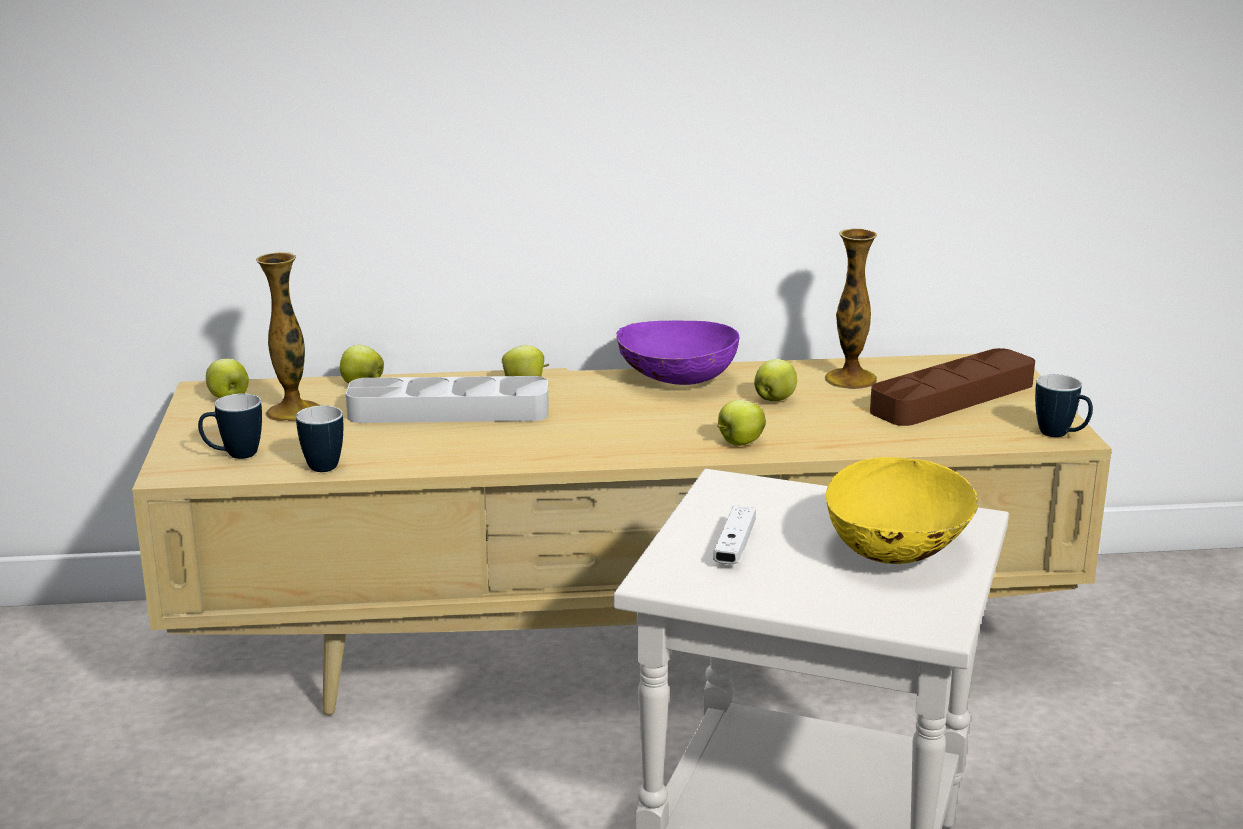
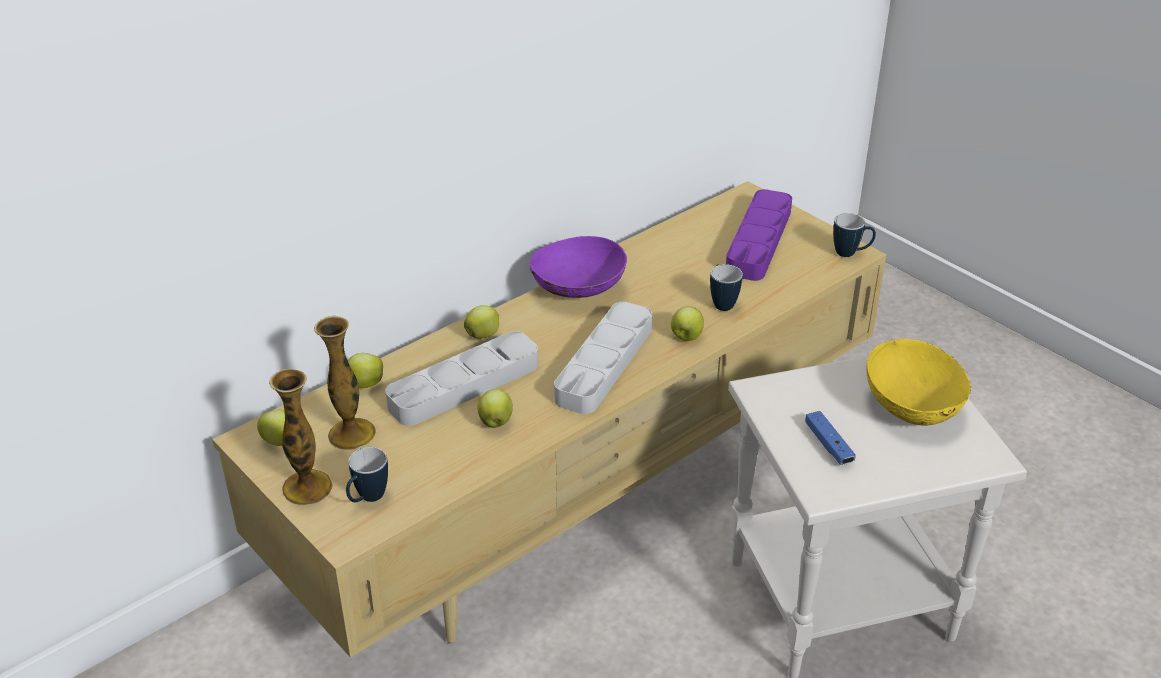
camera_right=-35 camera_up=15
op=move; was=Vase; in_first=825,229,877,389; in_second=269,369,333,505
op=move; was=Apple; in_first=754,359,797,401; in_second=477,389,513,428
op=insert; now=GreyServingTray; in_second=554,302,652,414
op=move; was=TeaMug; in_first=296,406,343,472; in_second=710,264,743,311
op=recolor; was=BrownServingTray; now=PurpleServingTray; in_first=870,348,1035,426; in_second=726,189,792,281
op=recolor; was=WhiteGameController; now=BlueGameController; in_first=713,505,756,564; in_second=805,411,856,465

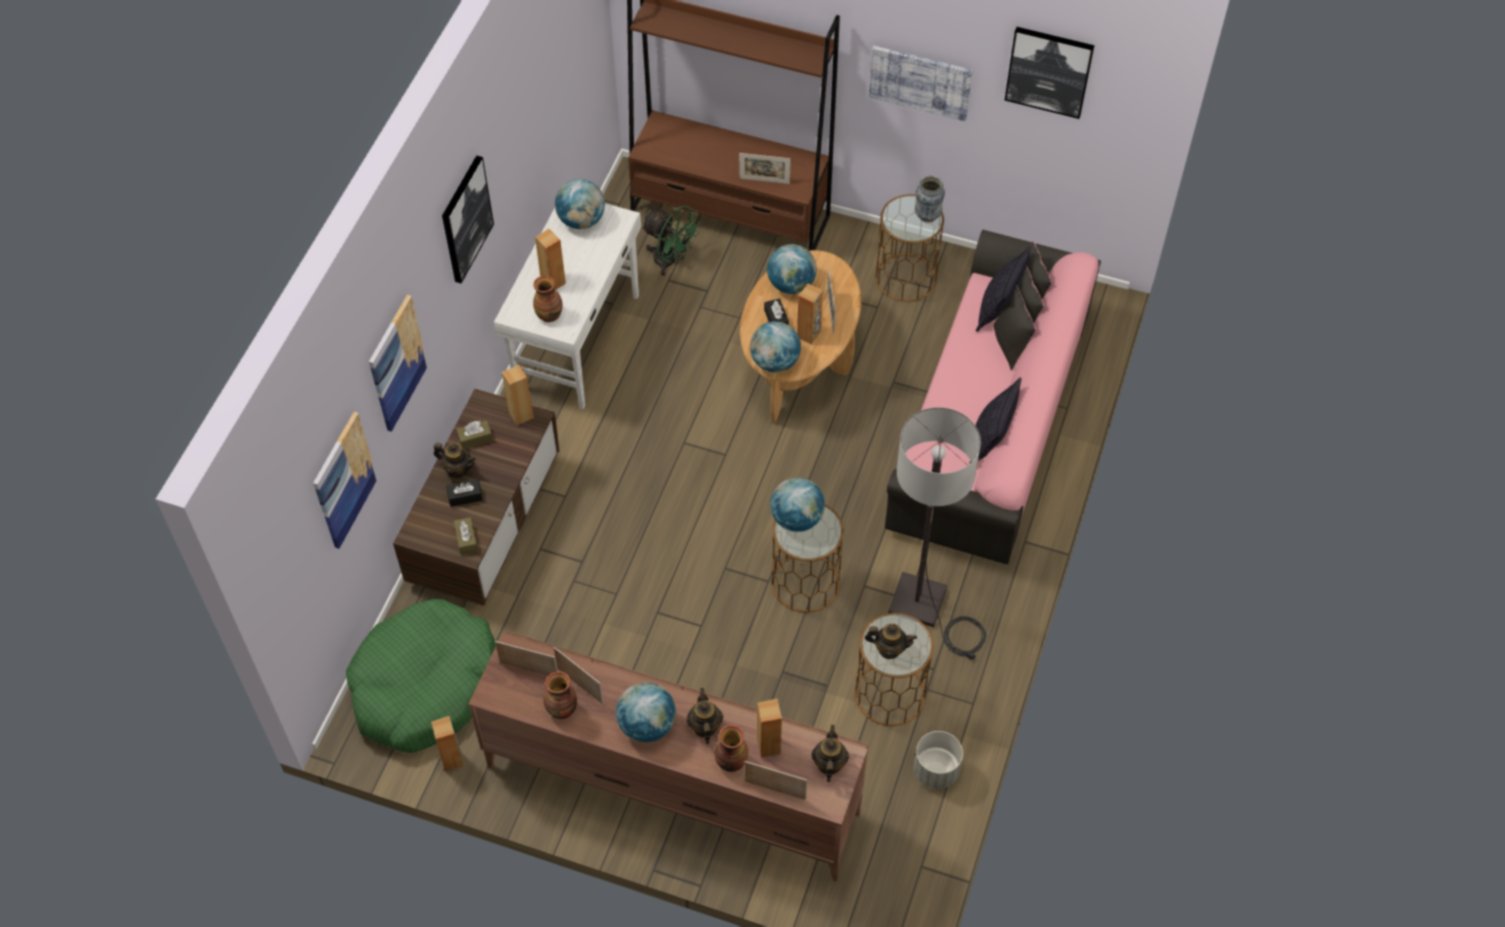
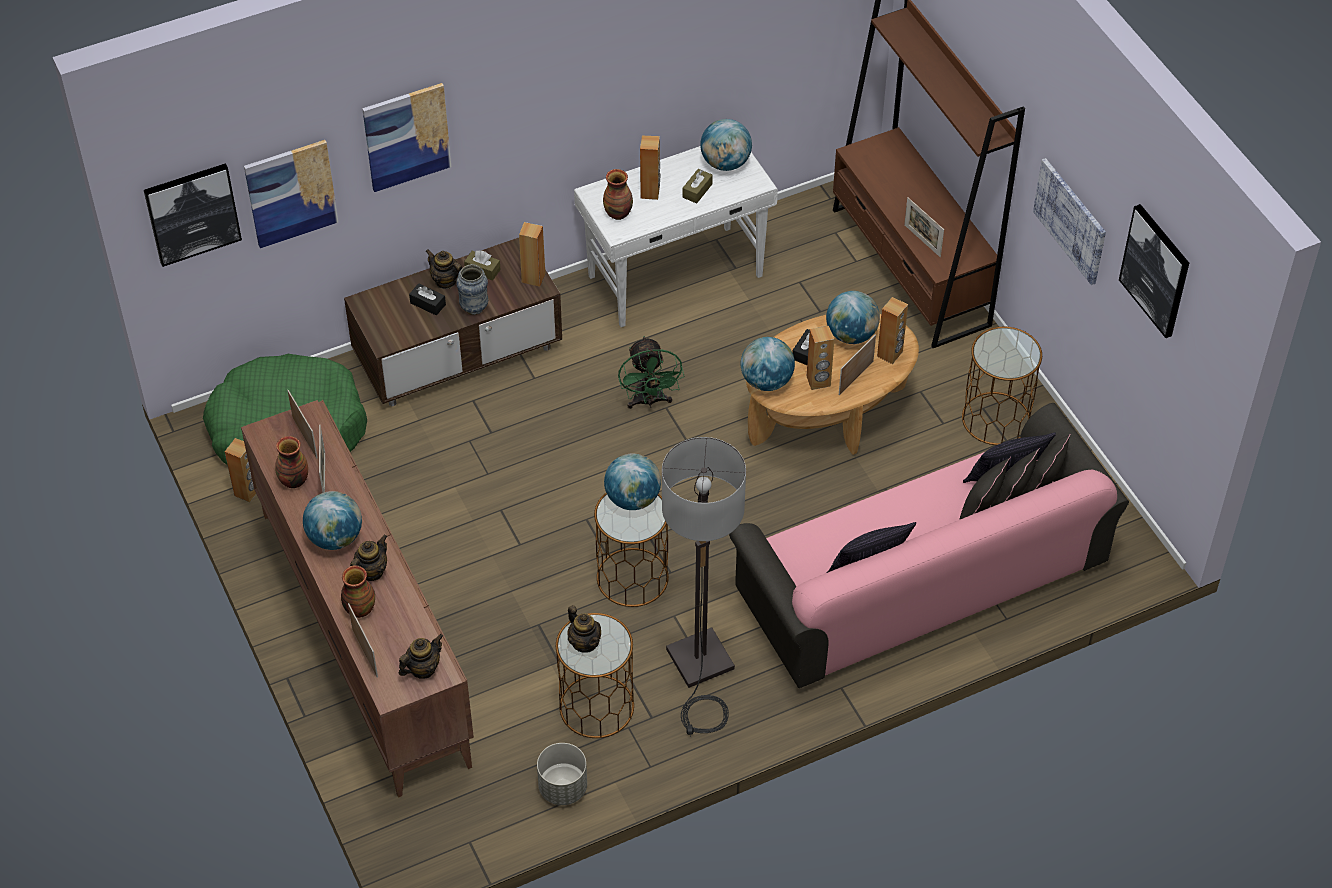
camera_right=45 camera_up=-5
op=move; was=WallPicture; in_first=442,155,494,284; in_second=144,163,242,267
op=rotate; was=Teapot; in_first=434,443,476,478; in_second=425,250,462,289; clockwise=150
op=move; was=Vase; in_first=915,176,945,223; in_second=456,264,488,315
op=move; was=GreenColouredElectricFan; in_first=641,205,701,276; in_second=618,336,684,409
op=move; was=BrownTissueBox; in_first=454,517,478,555; in_second=682,169,713,203
op=move; was=BrownAudioSpeaker; in_first=757,699,782,757; in_second=877,297,908,364

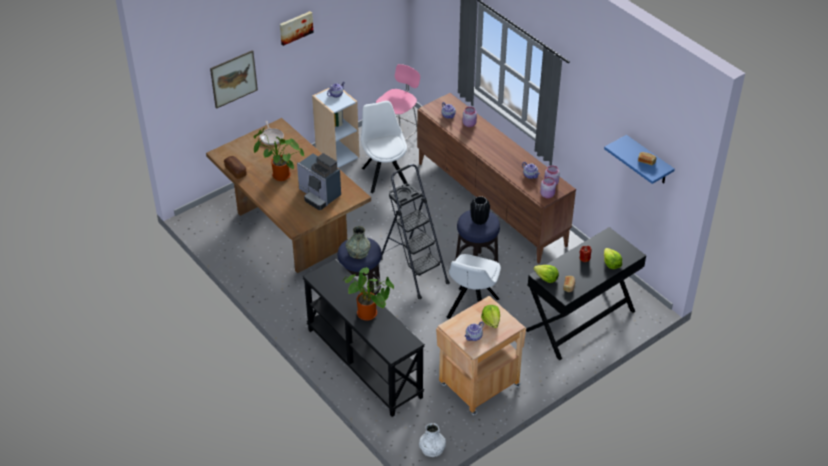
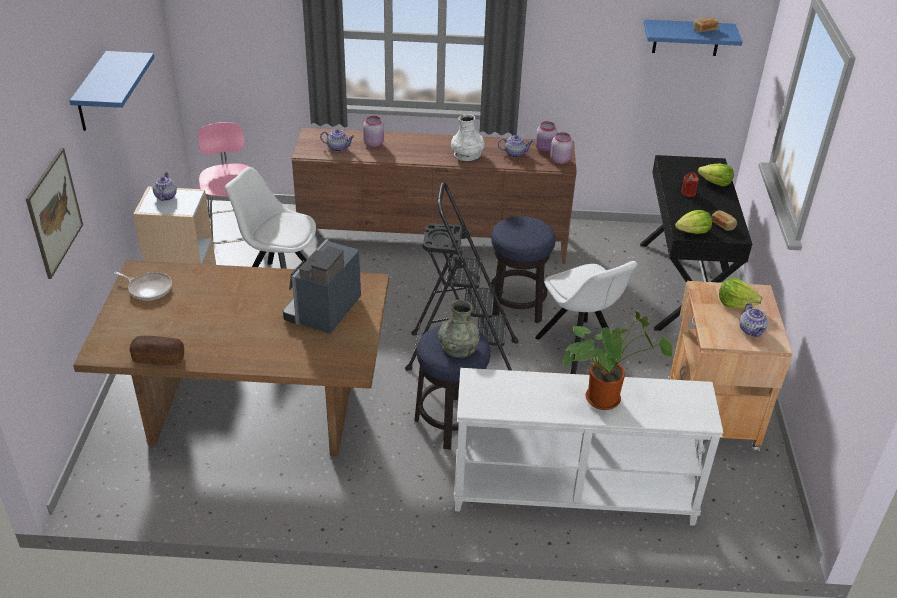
camera_right=-50 camera_up=-5
op=replace; was=WallPicture; now=BlueBracketShelf; in_first=280,11,314,46; in_second=69,51,155,131
op=rotate; was=CoffeeMachine; in_first=297,153,341,210; in_second=283,239,361,334; clockwise=120
op=move; was=WhiteVase; in_first=419,423,446,457; in_second=451,114,485,161
op=recolor; was=BlackHallTable; now=WhiteHallTable; in_first=303,259,425,417; in_second=453,368,724,526
op=delete; was=PottedPlant; in_first=254,128,304,181
op=delete; was=BlackVase; in_first=470,196,490,225

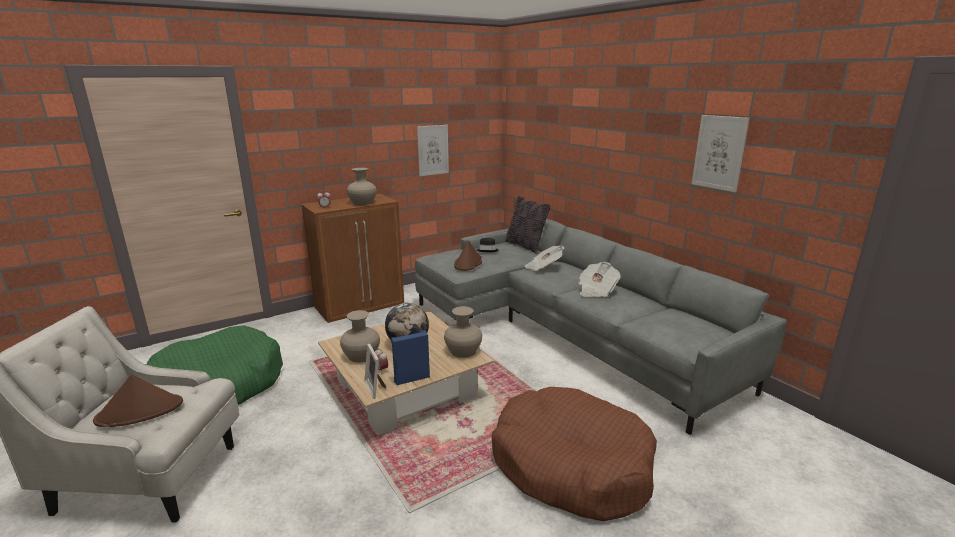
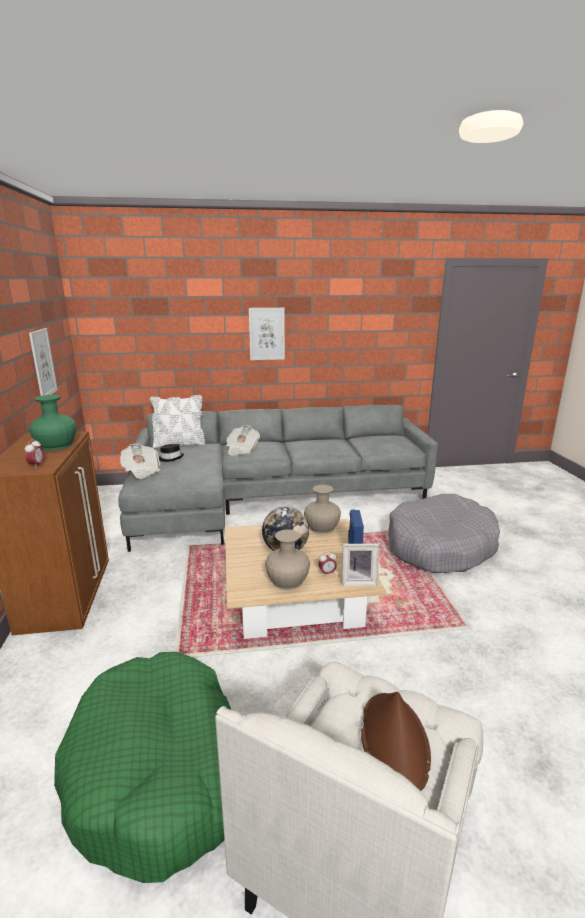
camera_right=-65 camera_up=0
op=recolor; was=BeigeColouredVase; now=GreenColouredVase; in_first=347,168,377,205; in_second=29,395,77,451
op=move; was=PrintedPaper; in_first=578,262,621,297; in_second=120,444,160,479
op=recolor; was=BlackThrowPillow; now=WhiteThrowPillow; in_first=505,196,551,253; in_second=149,395,205,448
op=move; was=WallPicture; in_first=692,115,750,192; in_second=249,308,285,360
op=recolor; was=BrownDogCushion; now=GreyDogCushion; in_first=492,387,657,521; in_second=388,494,500,573
op=delete; was=BrownHat; in_first=454,240,482,271

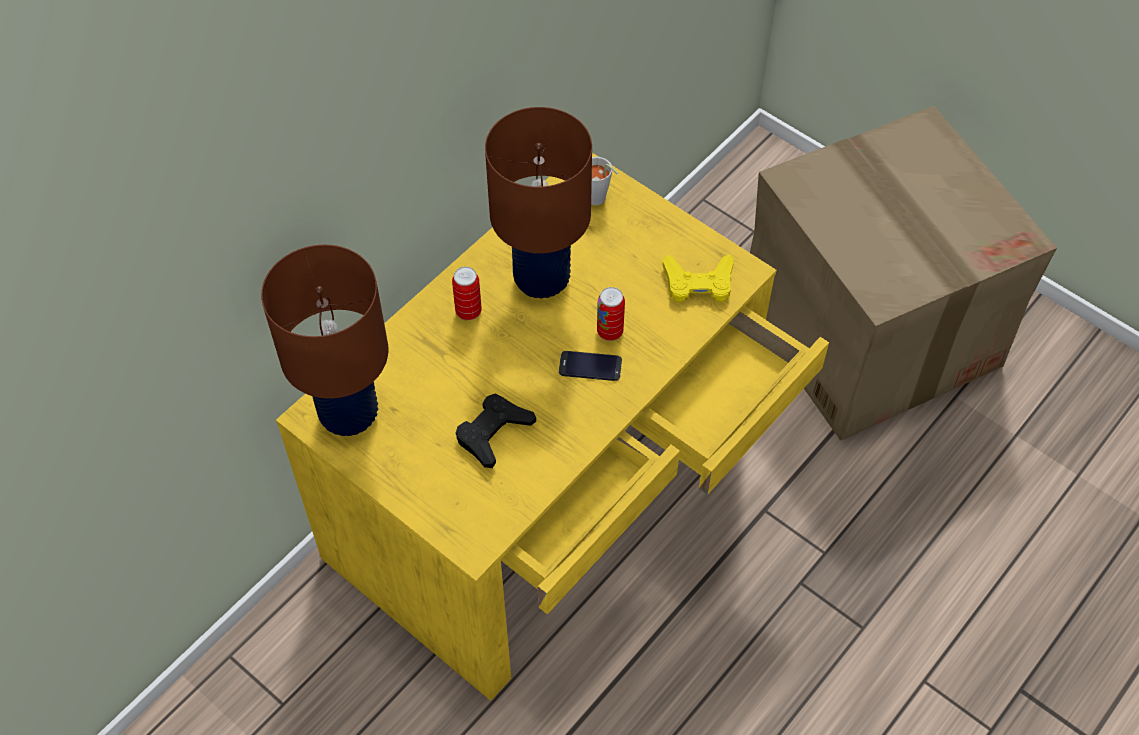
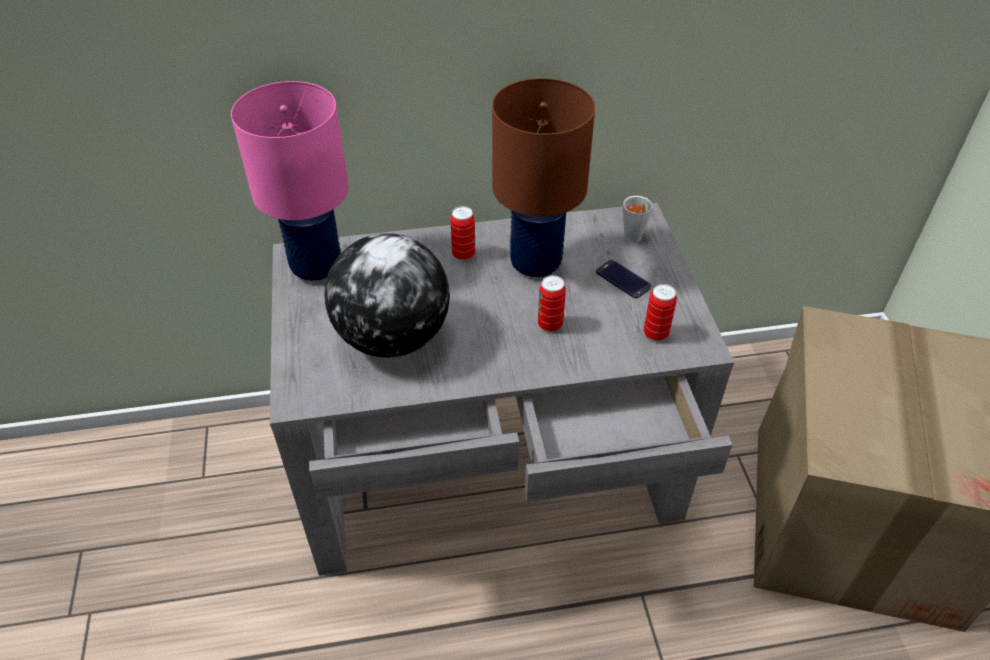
camera_right=40 camera_up=-10
op=recolor; was=BrownLampForATable; now=PinkishLampForATable; in_first=261,245,388,436; in_second=231,81,349,281
op=recolor; was=YellowColouredDeskTable; now=GreyDeskTable; in_first=276,153,829,701; in_second=270,203,734,576
op=replace; was=BlackGameController; now=Globe; in_first=456,394,536,468; in_second=325,233,450,358
op=move; was=Handset; in_first=559,351,622,381; in_second=596,260,651,298
op=replace; was=YellowColouredGameController; now=MetalCan; in_first=662,254,734,303; in_second=644,284,677,341

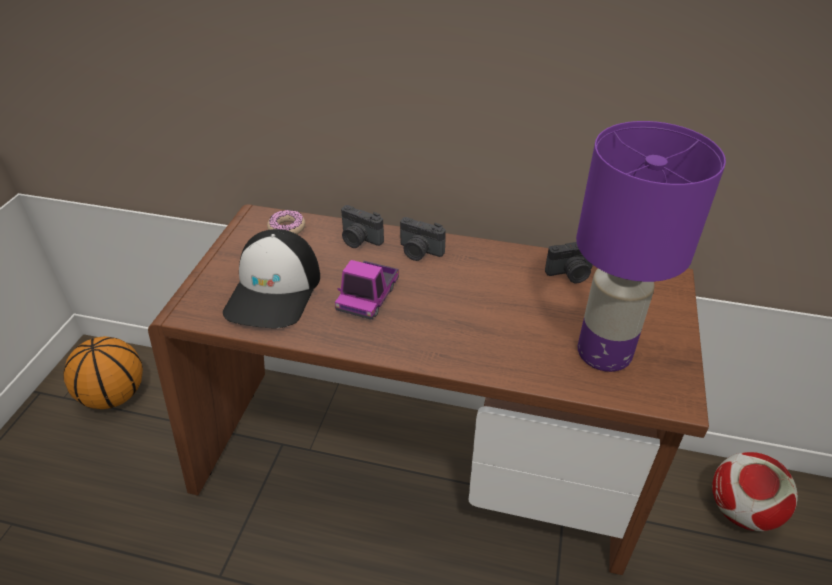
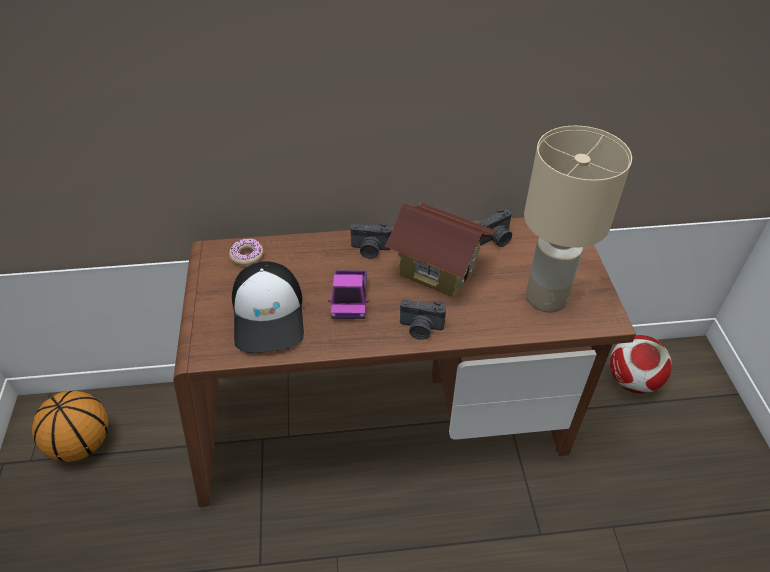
camera_right=-20 camera_up=5
op=insert; now=MiniatureHouse; in_second=384,203,496,297
op=move; was=StillCamera; in_first=341,205,384,248; in_second=400,299,446,340
op=recolor; was=PurpleLampForATable; now=BeigeColouredLampForATable; in_first=576,121,726,372; in_second=524,126,632,313

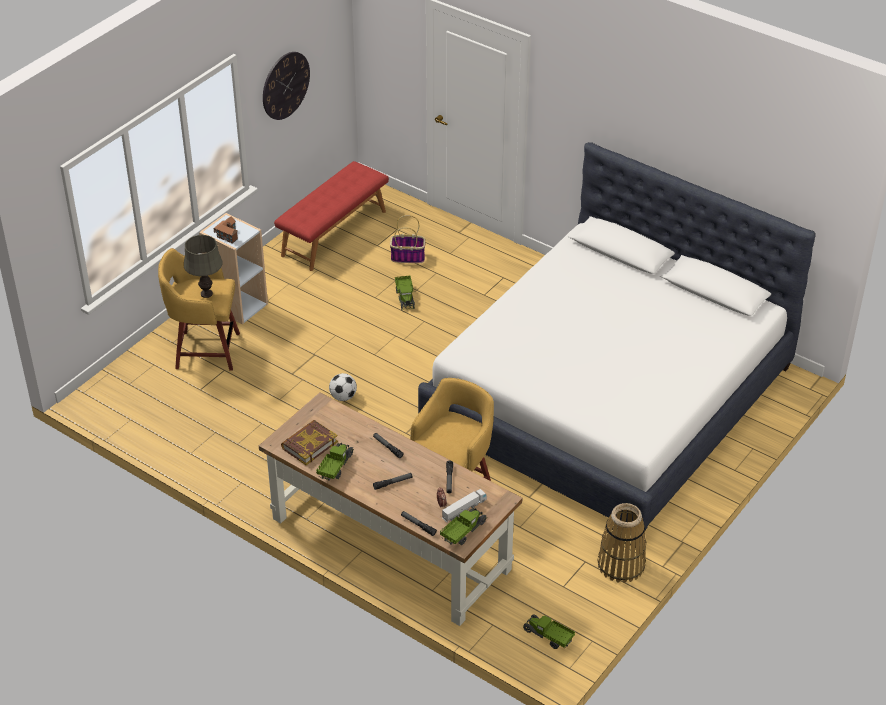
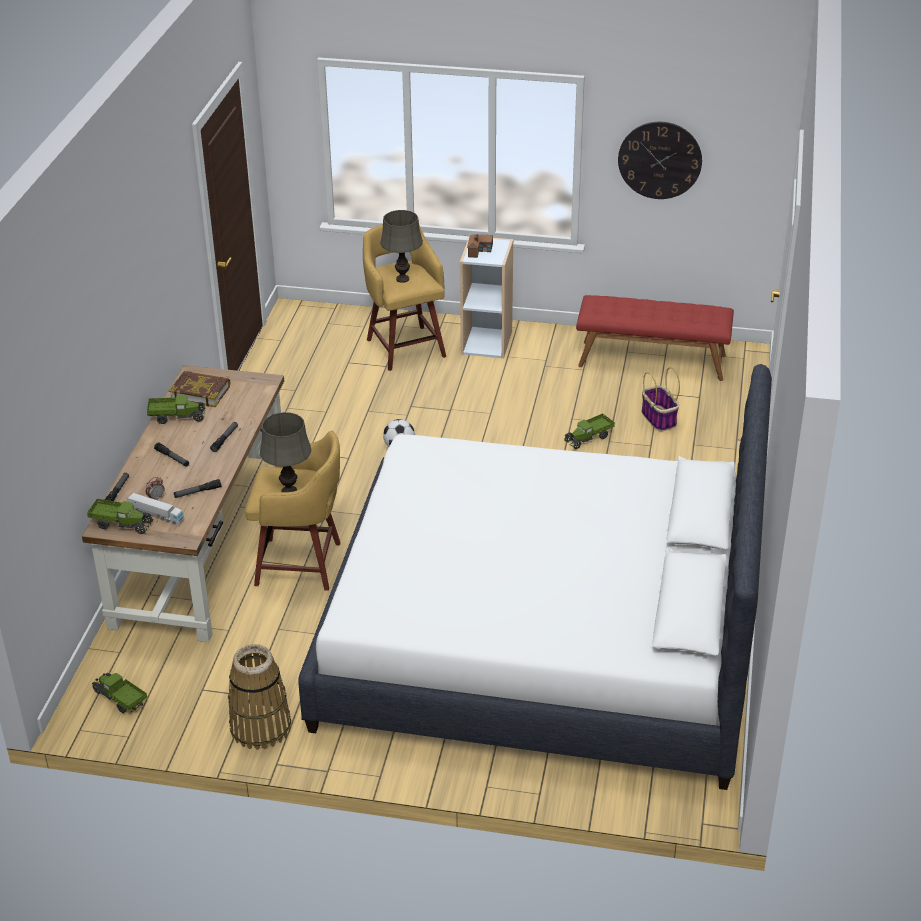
camera_right=65 camera_up=-5
op=rotate; was=ToyTruck; in_first=523,615,575,649; in_second=92,673,147,713; clockwise=-60
op=insert; now=GreyLampForATable; in_second=260,412,312,492

